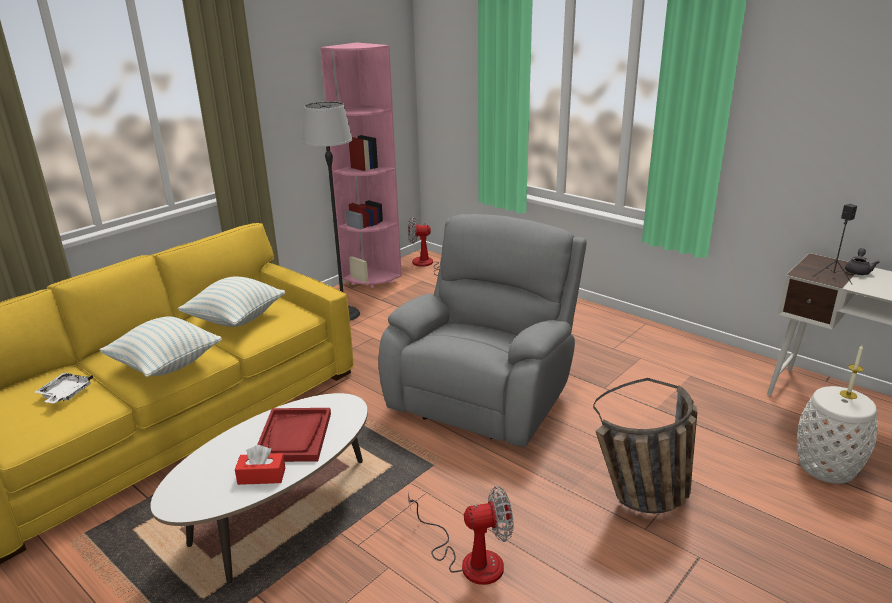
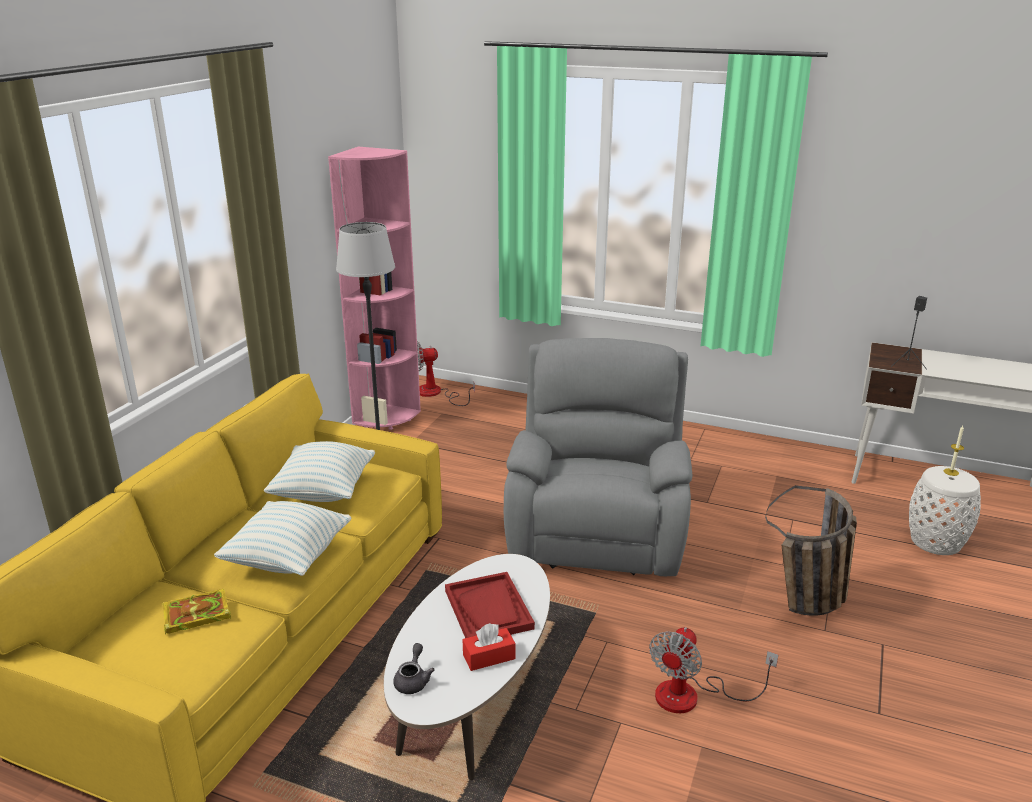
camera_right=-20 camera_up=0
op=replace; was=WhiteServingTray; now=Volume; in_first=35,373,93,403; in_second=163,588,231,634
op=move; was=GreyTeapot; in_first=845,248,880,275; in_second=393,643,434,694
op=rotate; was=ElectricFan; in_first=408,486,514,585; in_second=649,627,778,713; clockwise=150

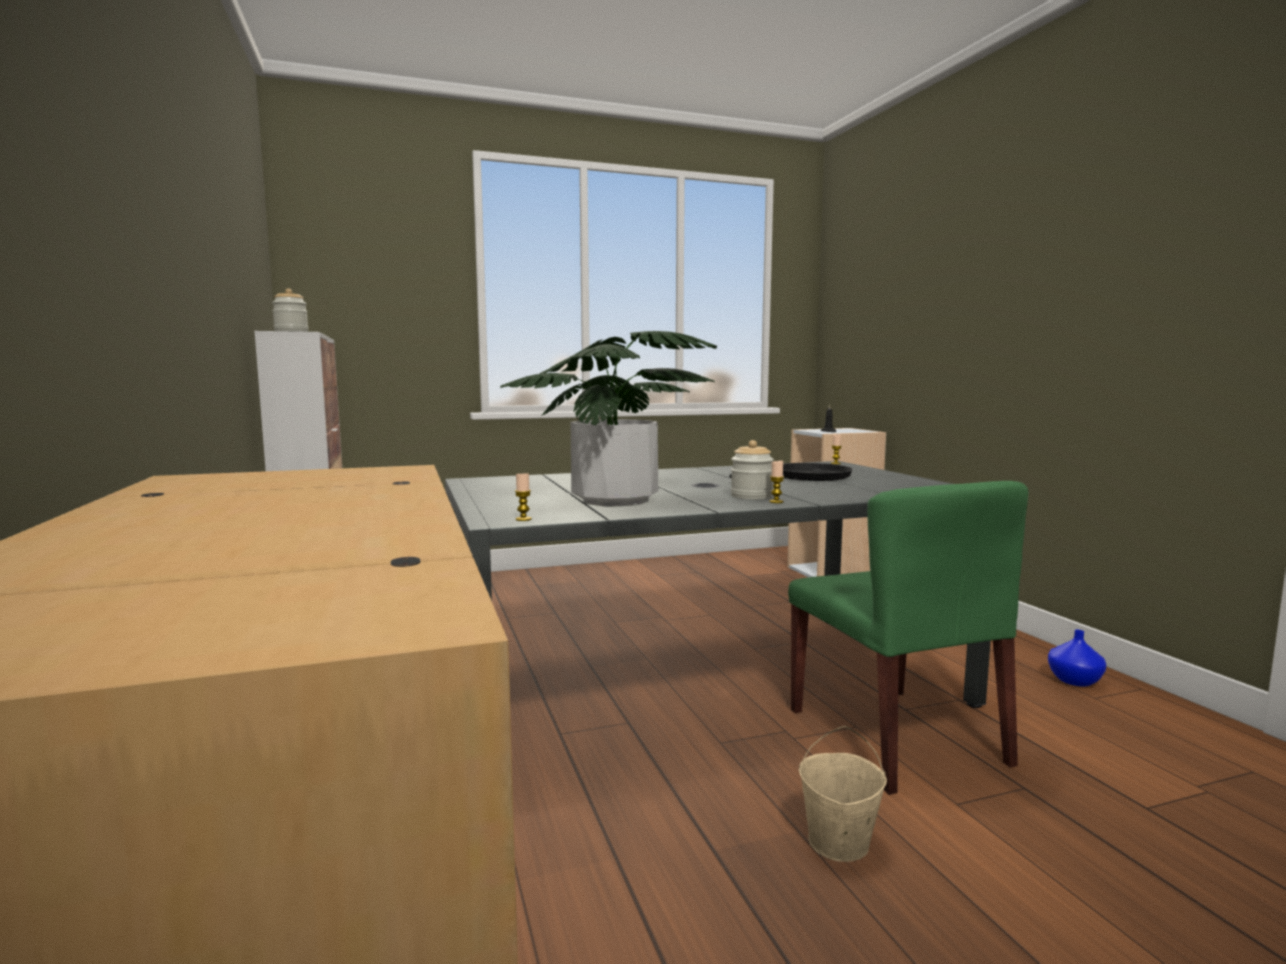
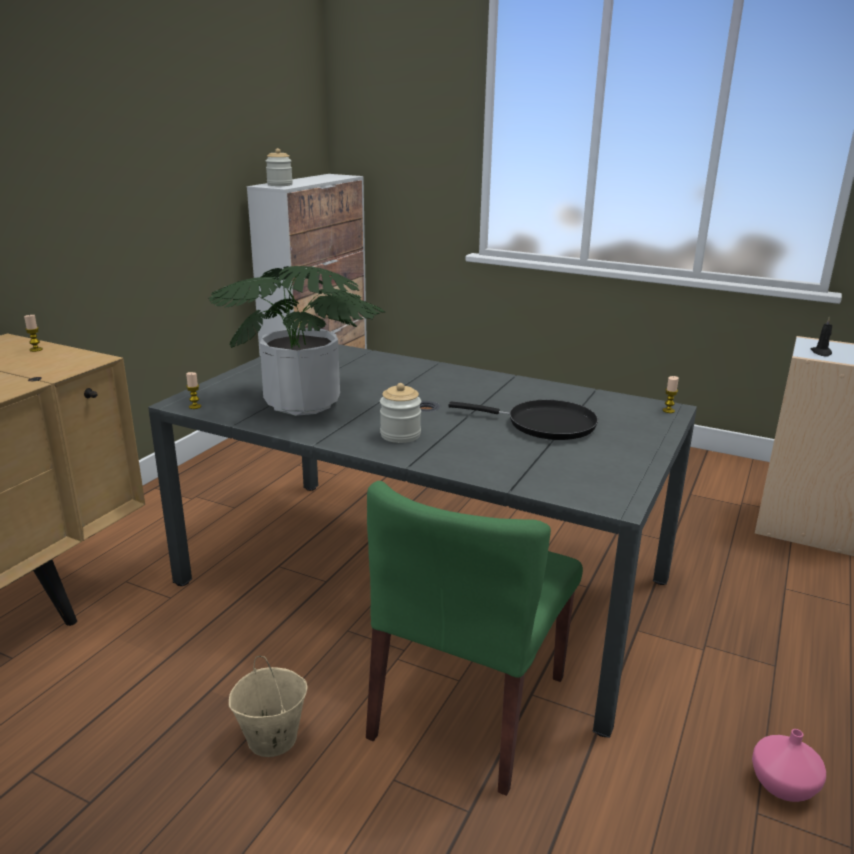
camera_right=45 camera_up=15
op=move; was=WaxCandle; in_first=769,460,784,503; in_second=24,315,43,352
op=recolor; was=BlueVase; now=PinkishVase; in_first=1048,630,1107,687; in_second=752,729,826,802

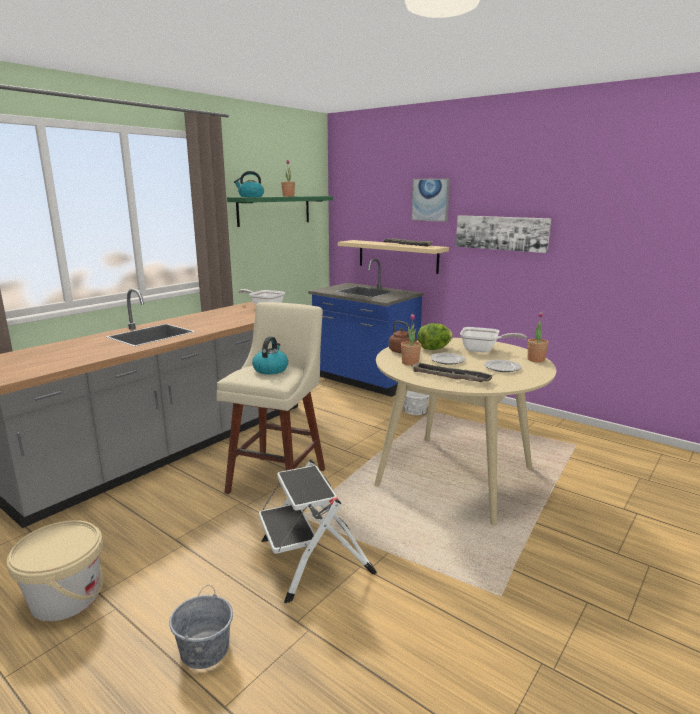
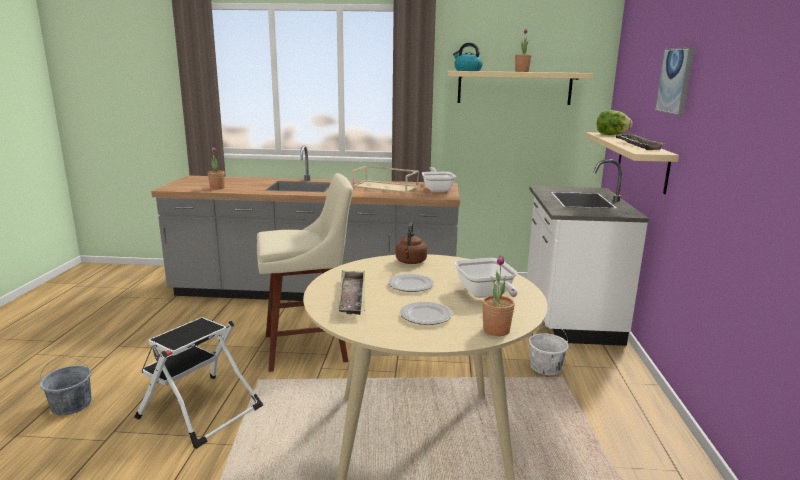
camera_right=55 camera_up=0
op=move; was=PottedPlant; in_first=401,314,421,366; in_second=208,147,225,190
op=insert; now=BeigeColouredServingTray; in_second=352,166,419,193
op=recolor; was=GreenColouredBracketShelf; now=BeigeColouredBracketShelf; in_first=227,196,333,227; in_second=447,71,593,105
op=recolor; was=BlueKitchenBaseUnit; now=WhiteKitchenBaseUnit; in_first=308,259,423,397; in_second=527,159,649,346
op=move; was=LettuceHead; in_first=417,323,453,350; in_second=597,110,633,135
op=delete; was=BeigeColouredWaterBucket; in_first=7,520,104,621
op=delete; was=WaterKettle; in_first=252,337,288,374
op=delete; was=WallPicture; in_first=456,215,551,253

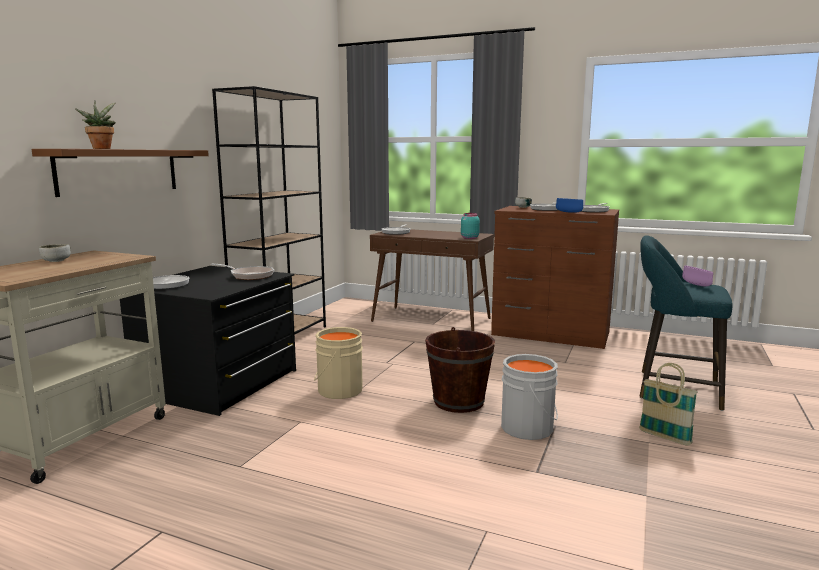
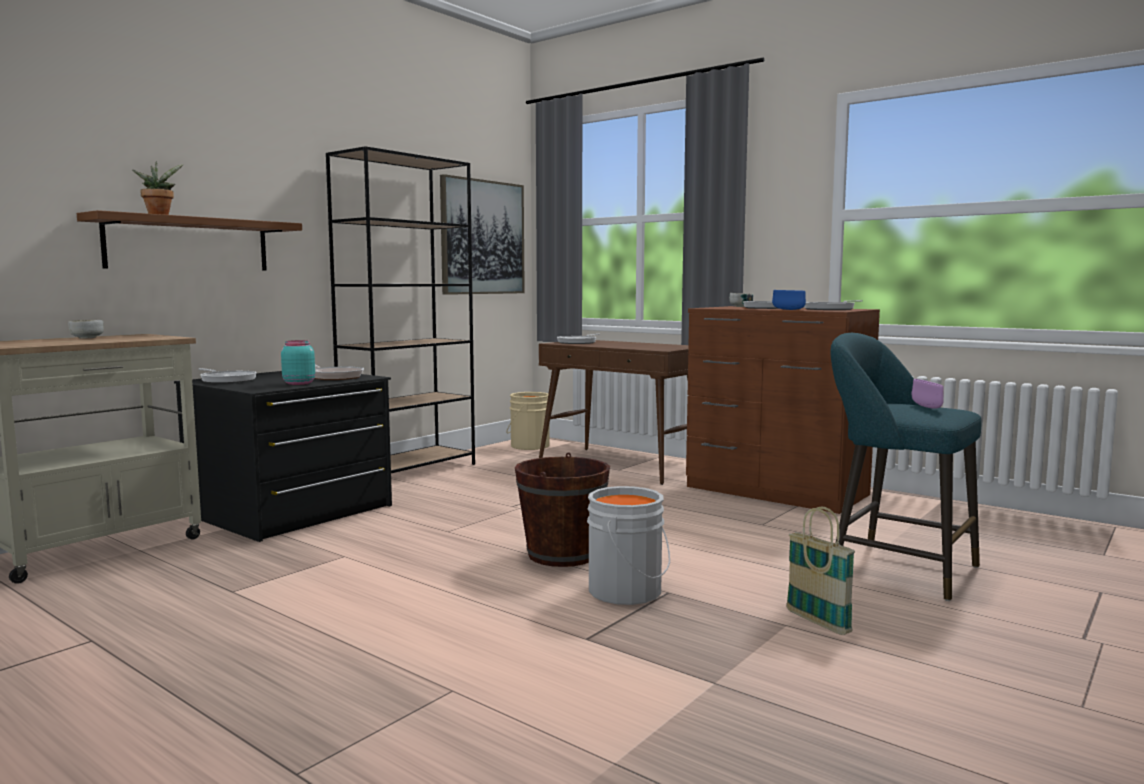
camera_right=15 camera_up=-5
op=move; was=TurquoiseStorageJar; in_first=461,213,480,239; in_second=281,340,315,385
op=insert; now=WallPicture; in_second=440,174,525,295
op=move; was=BeigeColouredWaterBucket; in_first=314,327,363,399; in_second=506,392,550,450

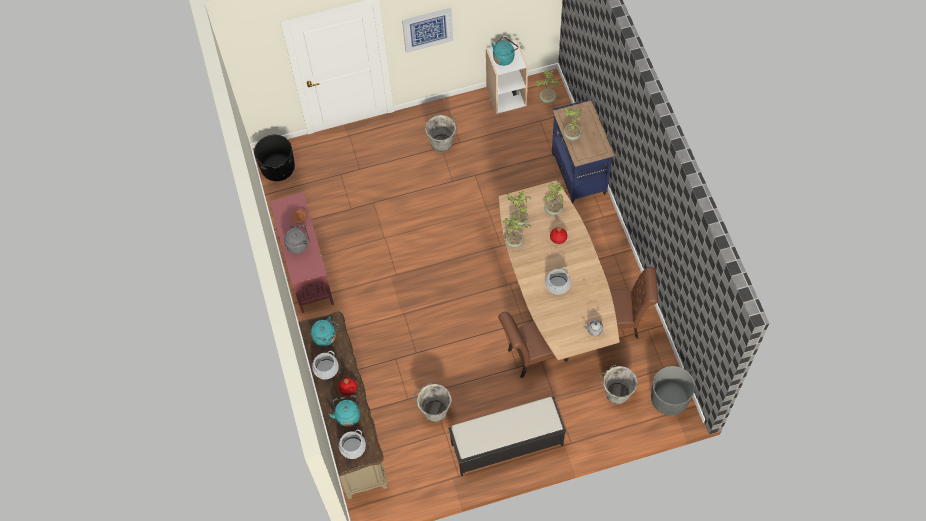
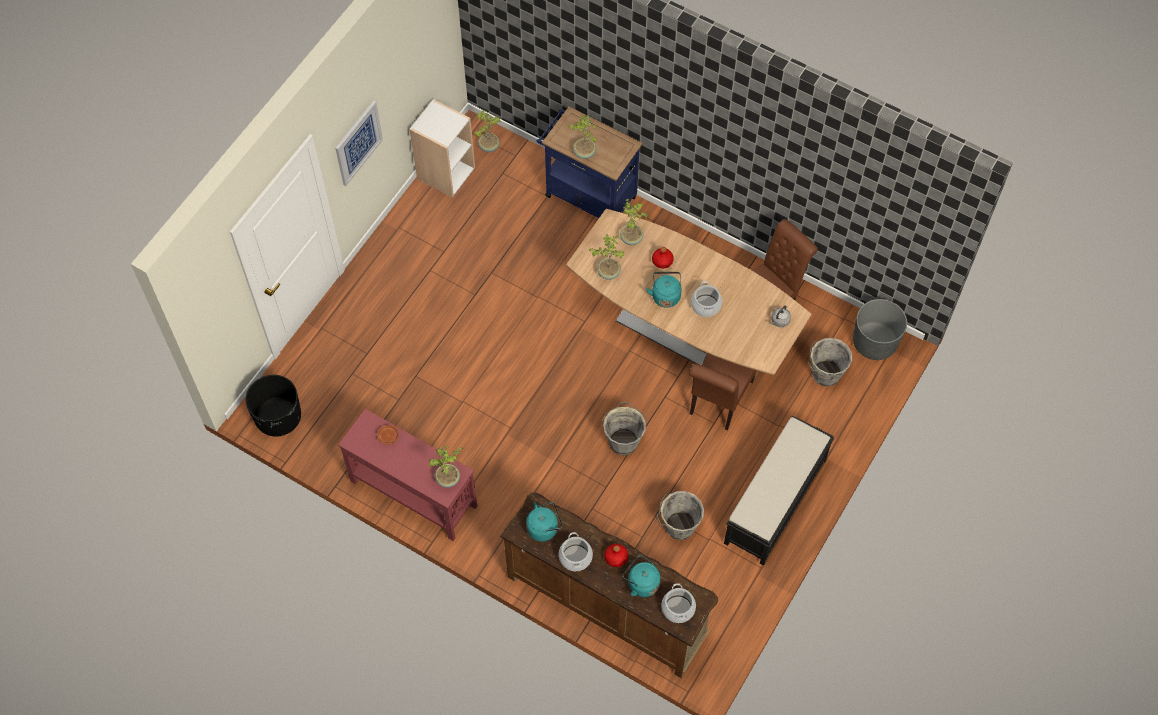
camera_right=-45 camera_up=0
op=move; was=PottedPlant; in_first=503,214,531,248; in_second=429,446,463,488
op=move; was=GreyWaterBucket; in_first=425,114,457,153; in_second=602,402,648,456
op=move; was=TurquoiseWaterKettle; in_first=492,37,518,66; in_second=646,272,682,308
op=delete; was=GreyWaterKettle; in_first=284,224,310,254

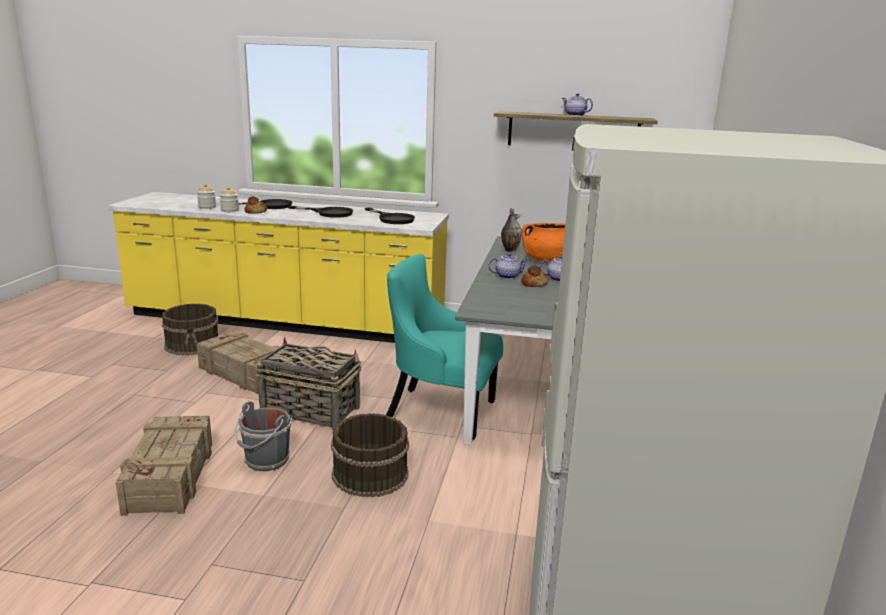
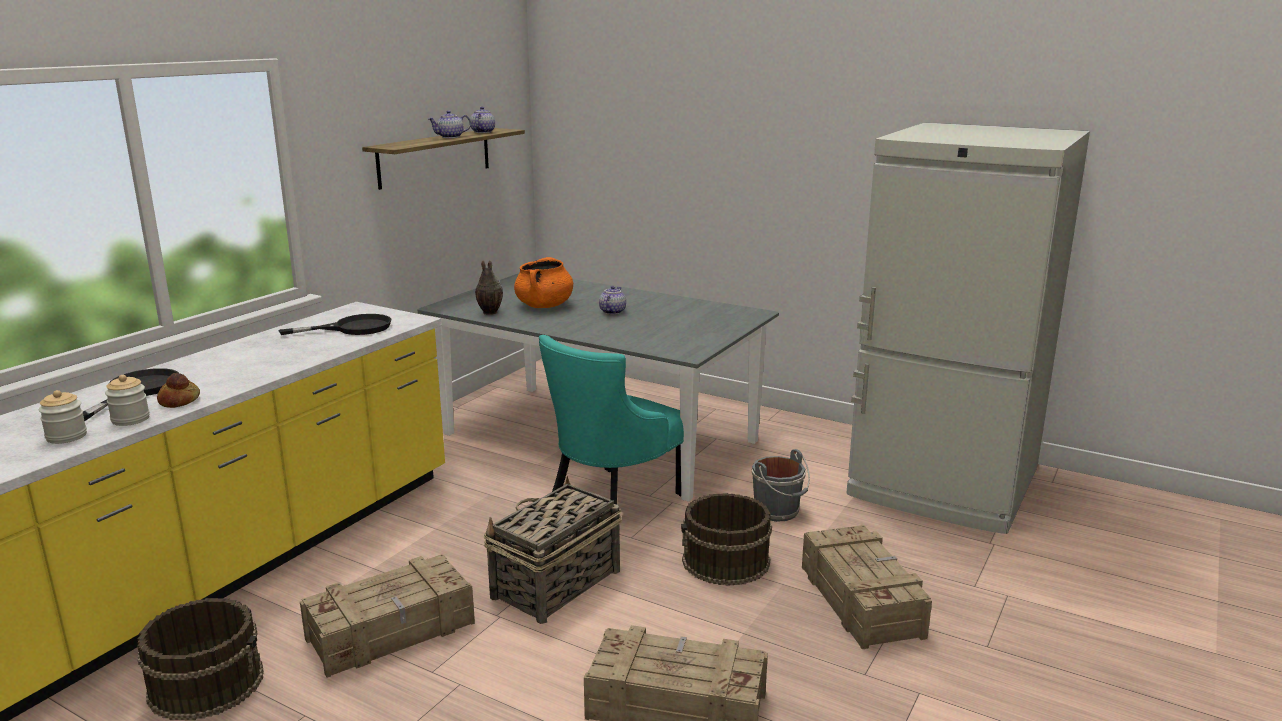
camera_right=-70 camera_up=0
op=move; was=Teapot; in_first=488,253,529,279; in_second=470,107,495,133
op=move; was=GreyWaterBucket; in_first=234,401,292,471; in_second=752,449,810,522
op=insert; now=PackingCrate; in_second=802,525,932,649
op=delete; was=BlackFryingPan; in_first=288,206,353,218
op=delete; was=Bread; in_first=521,265,548,287

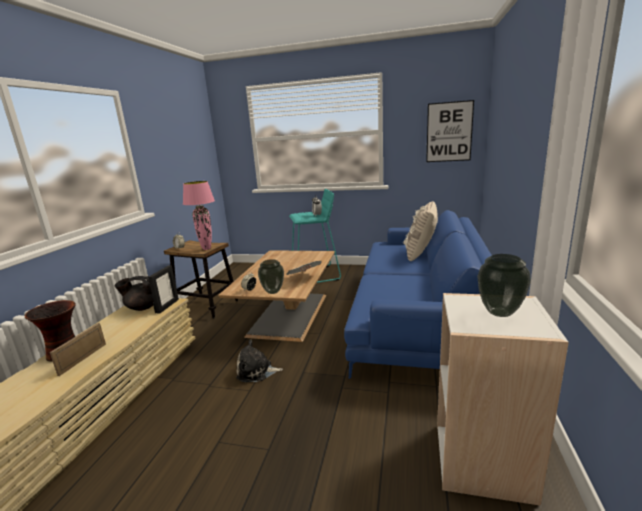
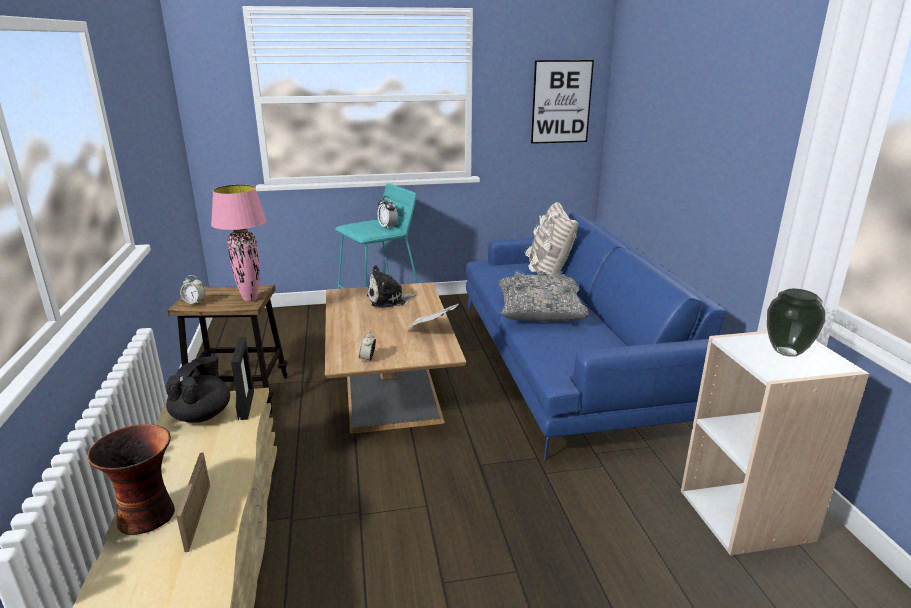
camera_right=-25 camera_up=5
op=rotate; was=BlackTeapot; in_first=115,276,154,311; in_second=166,356,230,423; clockwise=135
op=move; was=PlushToy; in_first=236,340,283,382; in_second=367,265,416,308
op=insert; now=GreyThrowPillow; in_second=499,271,589,321
op=delete; was=Vase; in_first=258,259,284,294

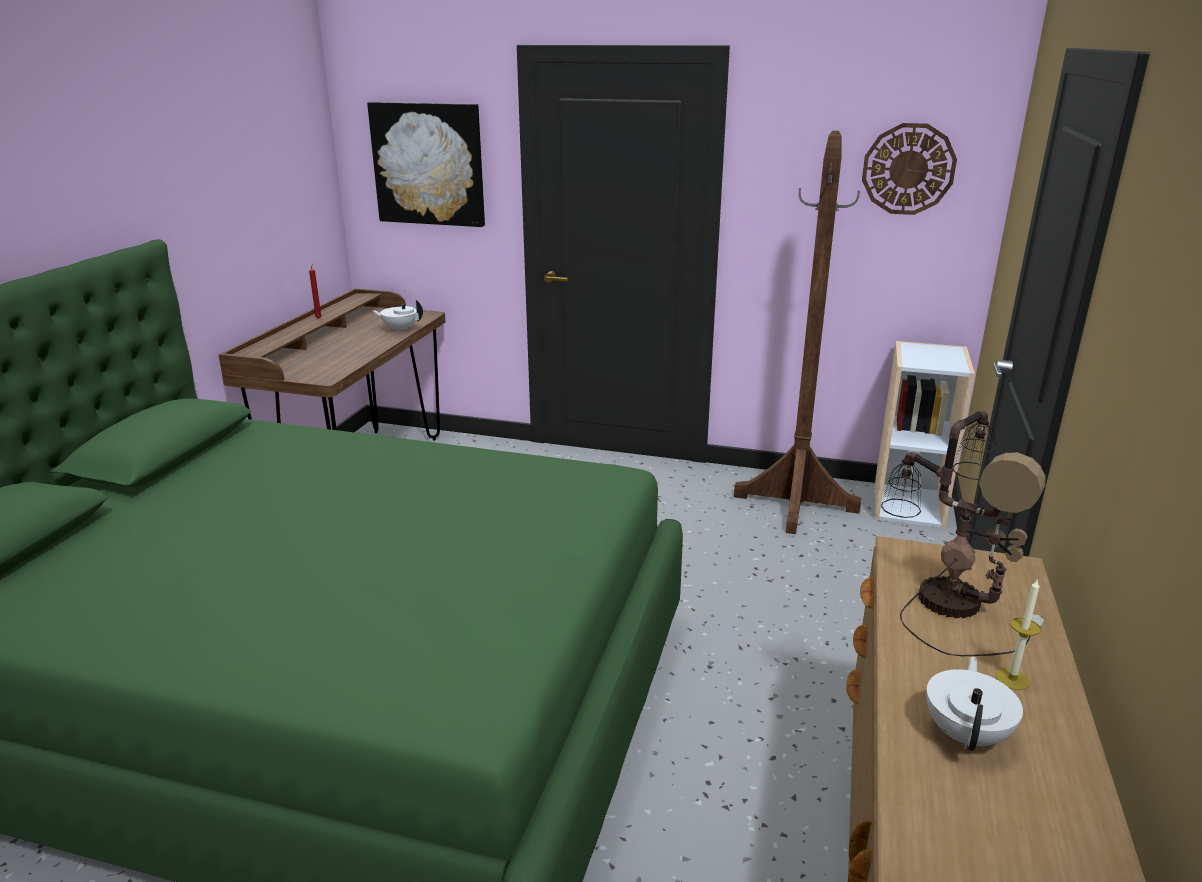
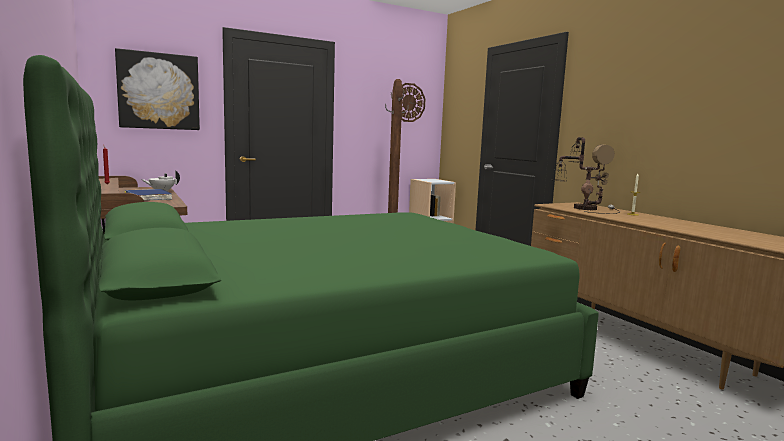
camera_right=-45 camera_up=-15
op=insert; now=BlueVolume; in_second=124,189,172,200
op=delete; was=WhiteTeapot; in_first=926,656,1023,751

